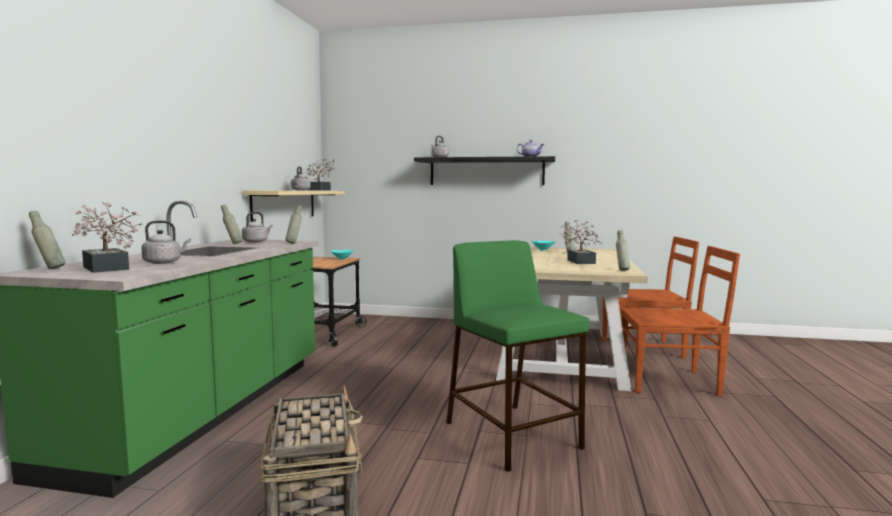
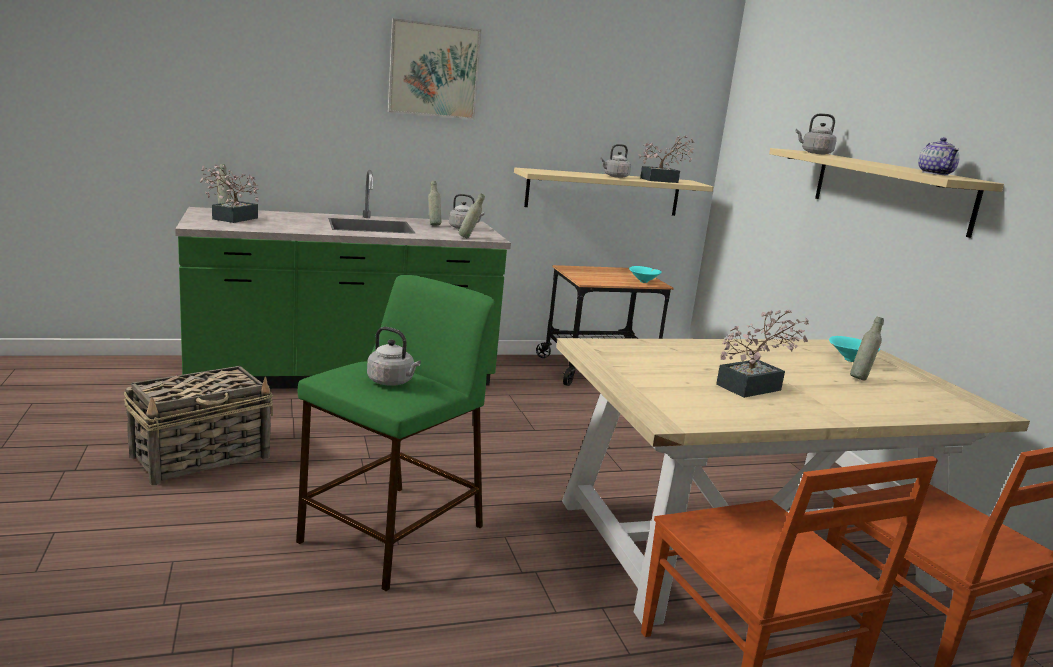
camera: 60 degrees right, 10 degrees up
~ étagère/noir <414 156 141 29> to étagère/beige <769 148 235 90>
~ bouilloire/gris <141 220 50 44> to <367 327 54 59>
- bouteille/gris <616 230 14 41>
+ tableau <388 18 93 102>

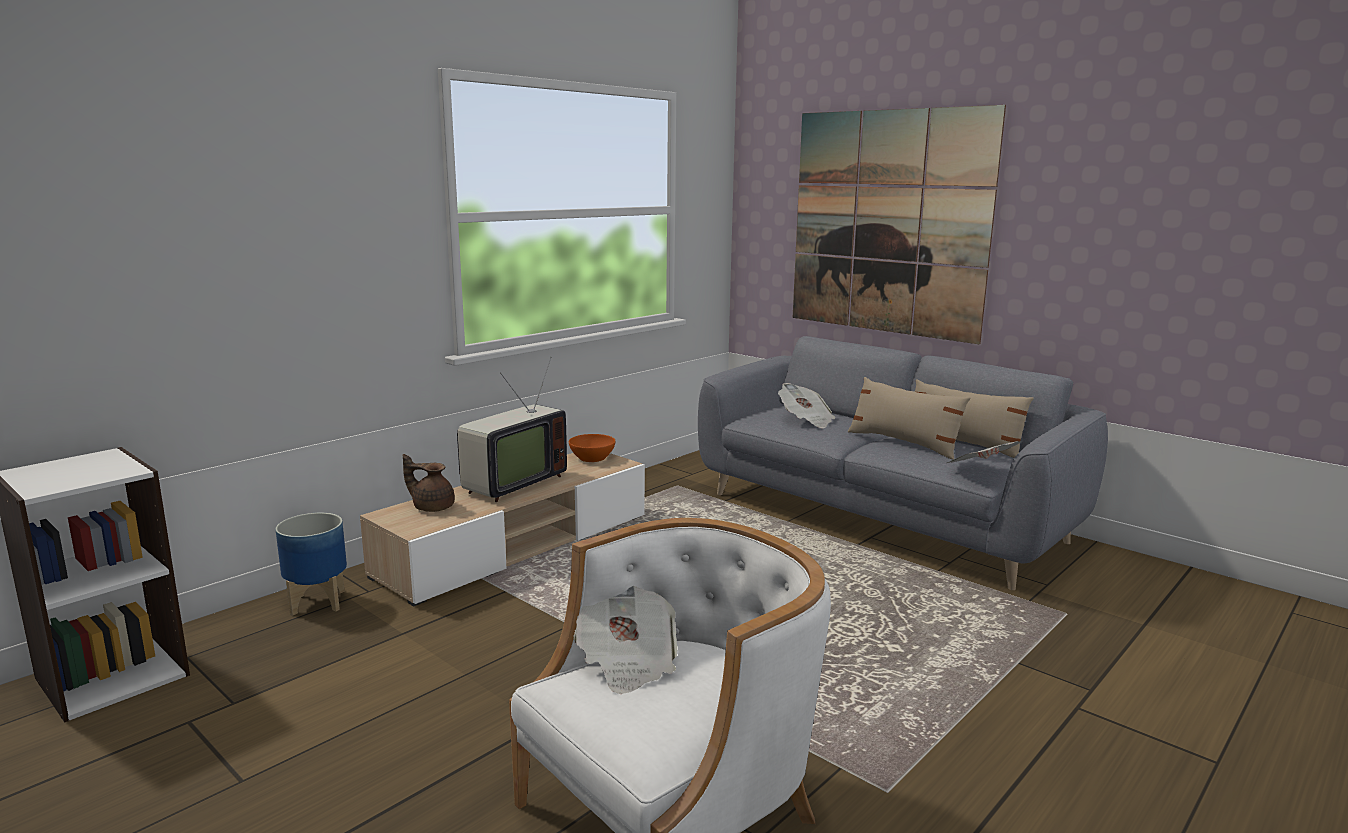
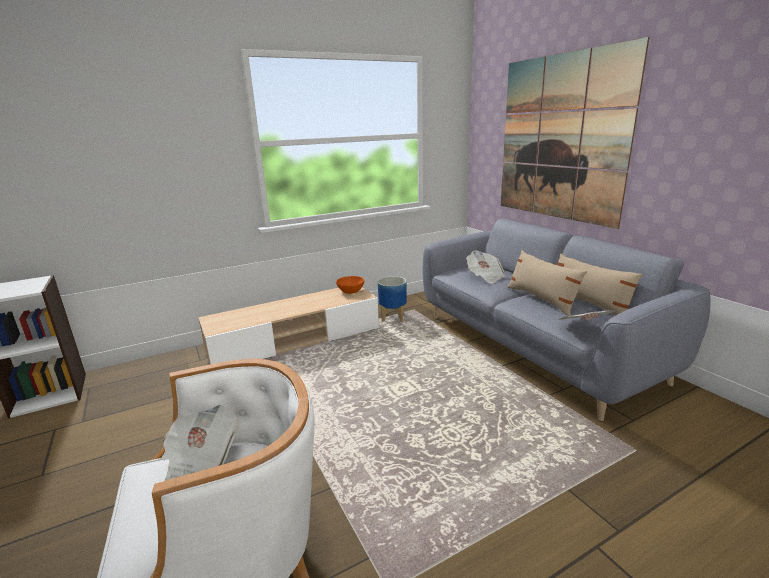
camera: 20 degrees right, 5 degrees up
- téléviseur <457 357 110 145>
- théière/marron <403 454 52 58>
~ cache-pot <275 513 72 103> to <378 276 29 46>

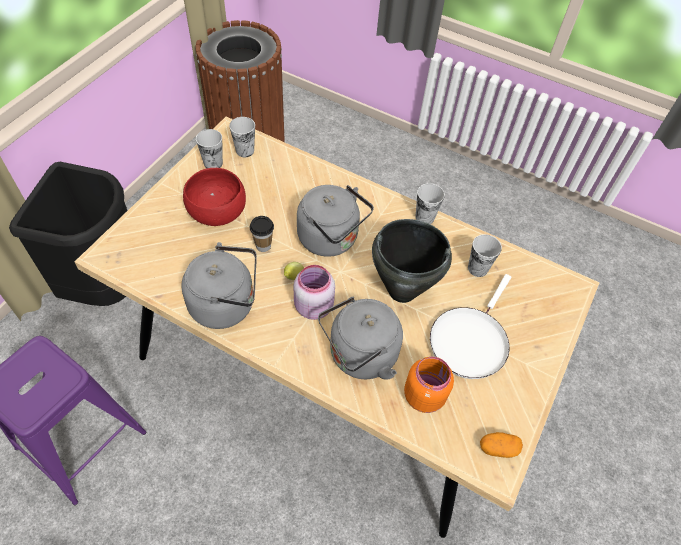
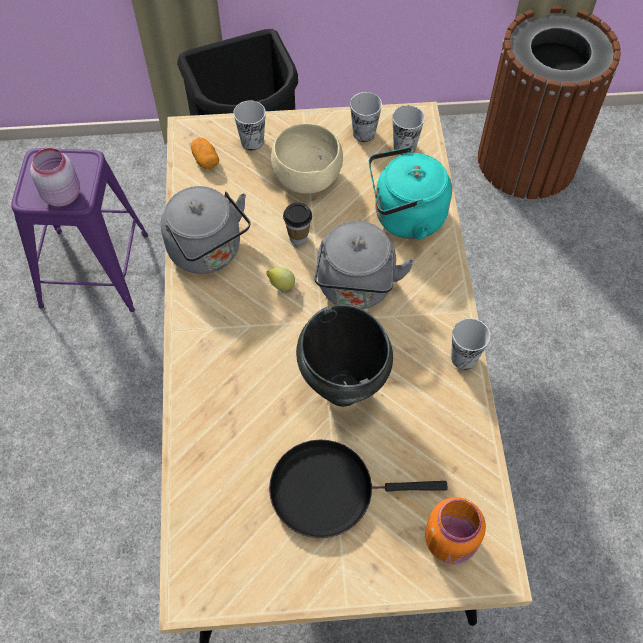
camera: 60 degrees right, 5 degrees up
~ bol/rouge <183 168 63 58> to bol/beige <271 123 72 71>
~ tasse <468 234 34 43> to <234 100 32 51>
~ bocal/rose <293 265 42 55> to <30 148 50 59>
~ poêle/blanc <430 274 81 105> to poêle/noir <269 439 179 99>
- bouilloire/gris <318 297 85 83>
~ bocal/orange <404 357 50 56> to <425 497 61 67>
~ pomme de terre <480 432 43 26> to <191 138 28 31>
+ bouilloire/turquoise <369 147 83 92>

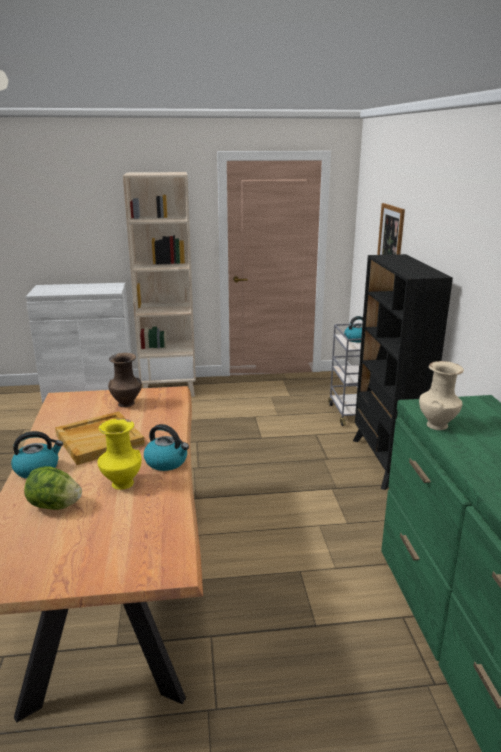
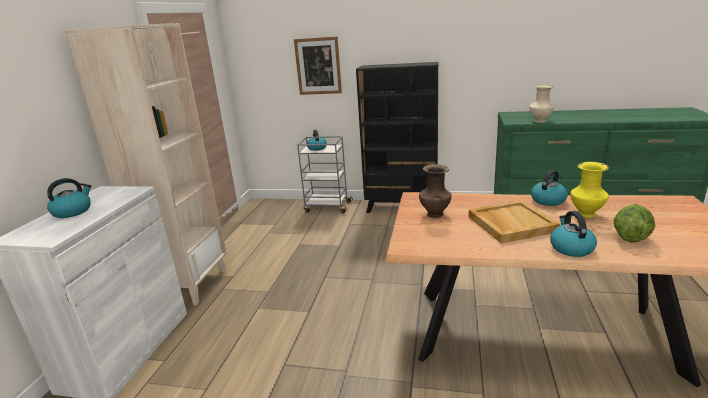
camera: 70 degrees left, 0 degrees up
+ bouilloire <47 178 44 40>

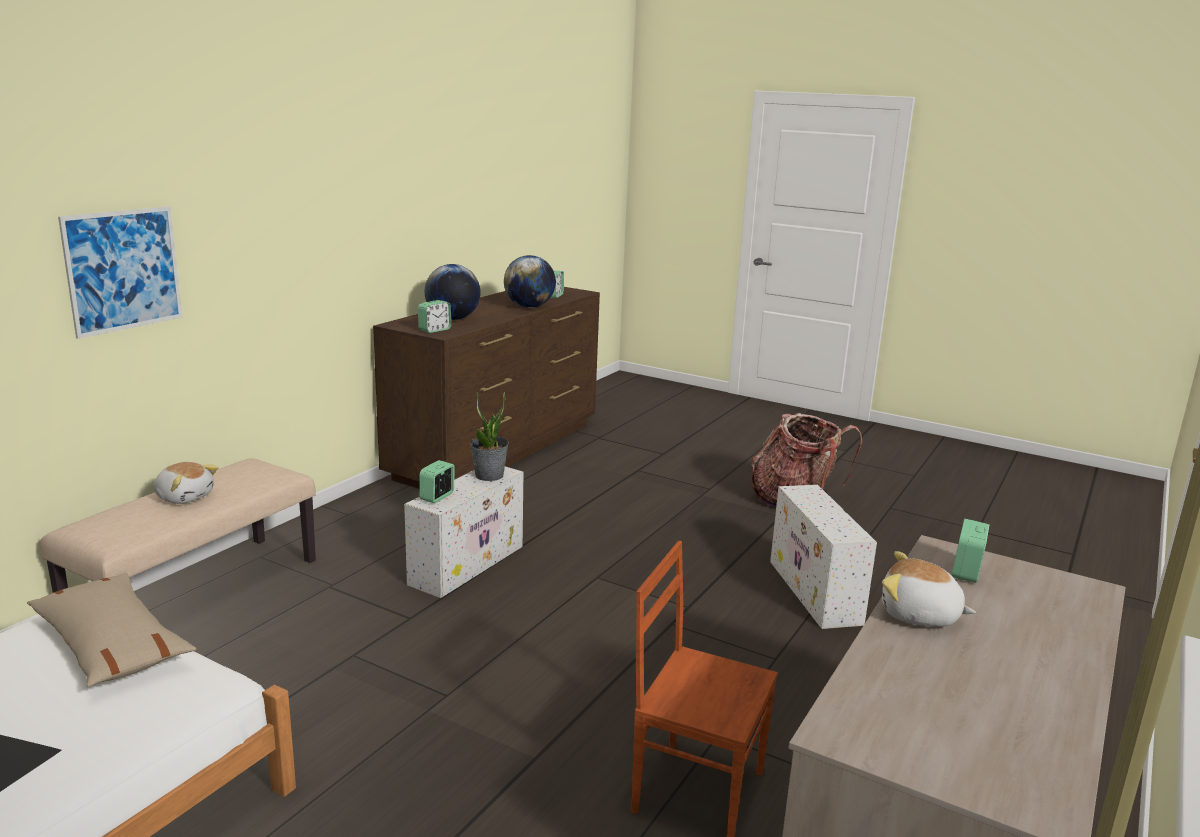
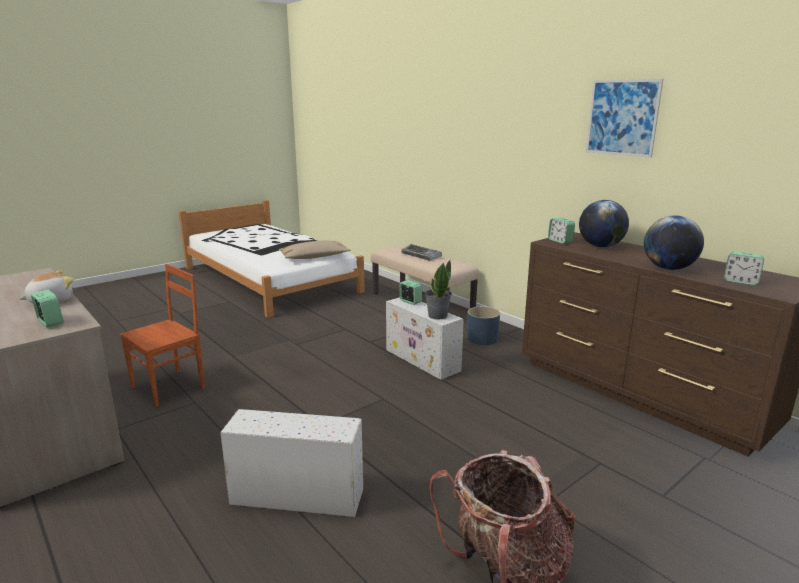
camera: 110 degrees right, 0 degrees up
~ tableau <58 206 124 133> to <586 79 77 79>
~ peluche <153 462 66 42> to clavier <401 244 41 17>
+ cache-pot/bleu <467 306 33 39>

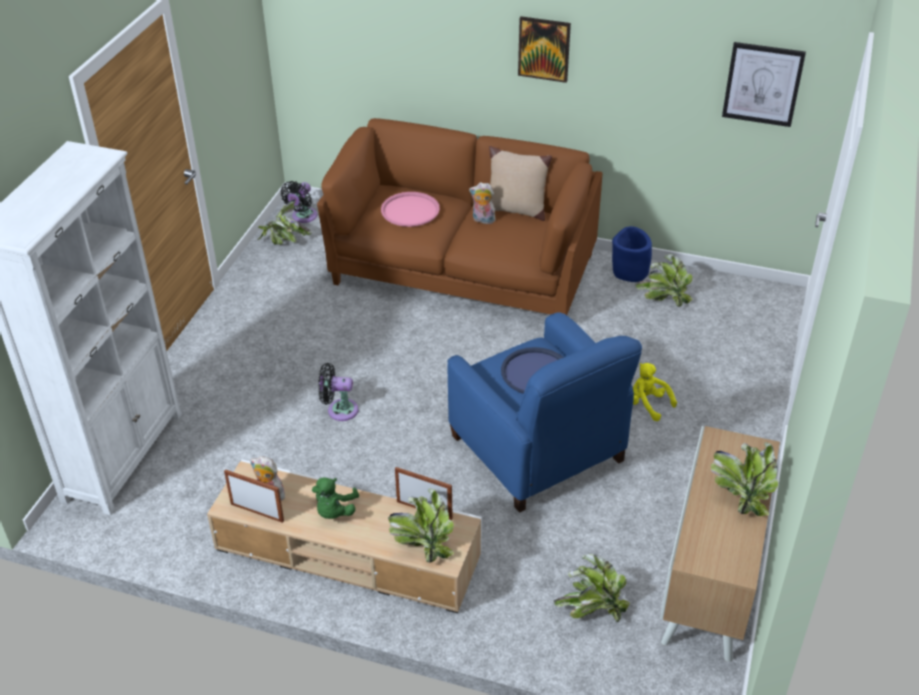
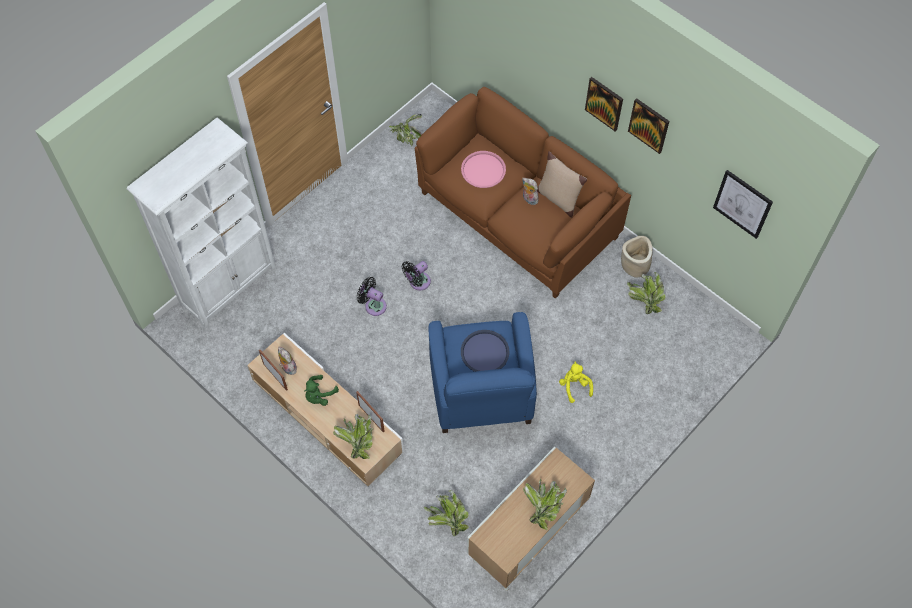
camera: 25 degrees right, 20 degrees up
~ ventilateur/noir <281 181 36 42> to <402 261 29 29>
~ cache-pot/bleu <612 226 40 56> to cache-pot/beige <621 236 31 42>
+ tableau <628 98 41 56>

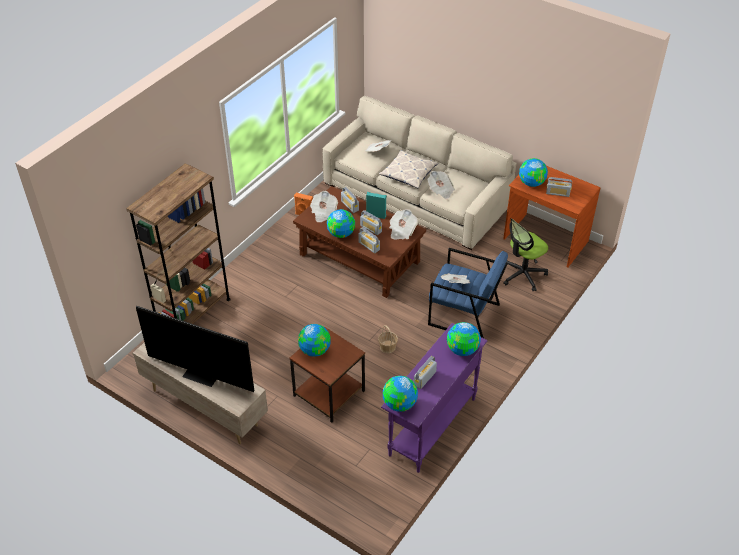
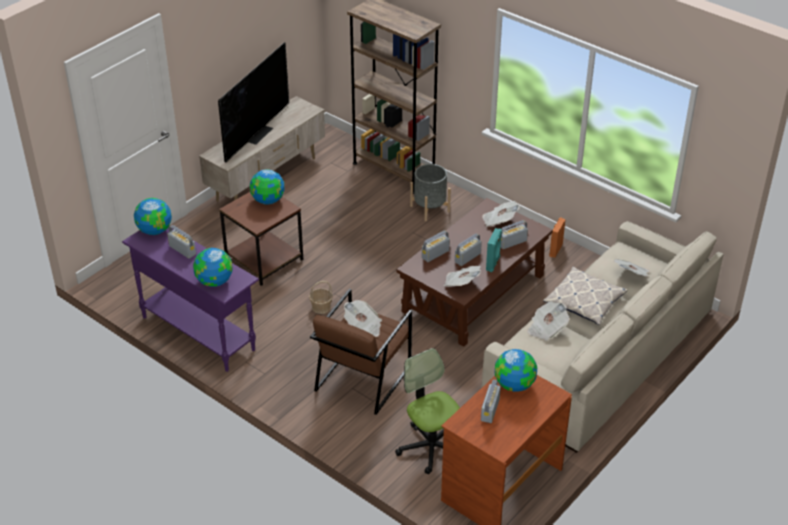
camera: 95 degrees right, 5 degrees down
- globe <327 209 28 29>
~ fauteuil/bleu <428 248 80 90> to fauteuil/marron <310 288 102 127>
+ cache-pot/gris <410 164 41 57>

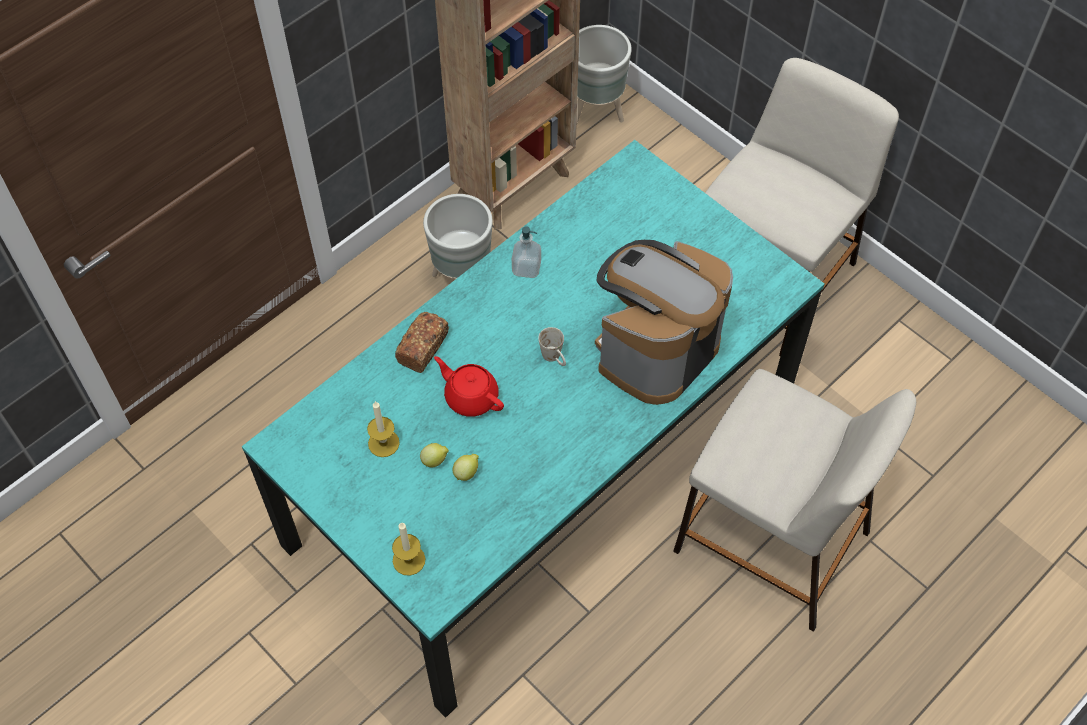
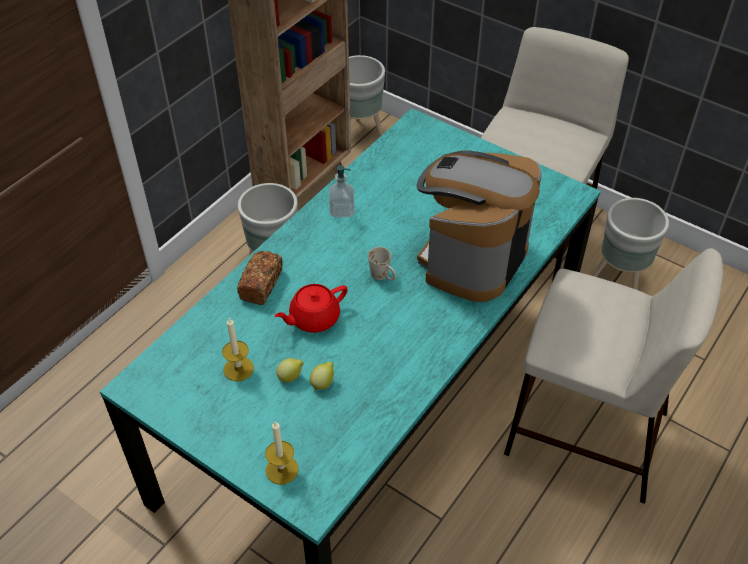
camera: 10 degrees left, 10 degrees down
~ théière/rouge <434 356 70 61> = <274 284 74 49> 60 degrees counterclockwise
+ cache-pot/gris <592 198 77 92>

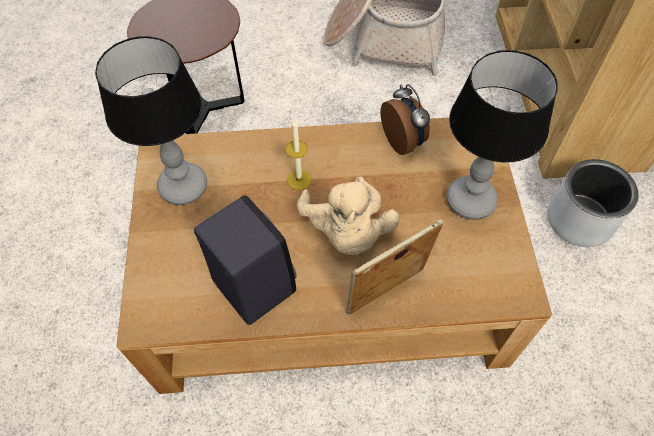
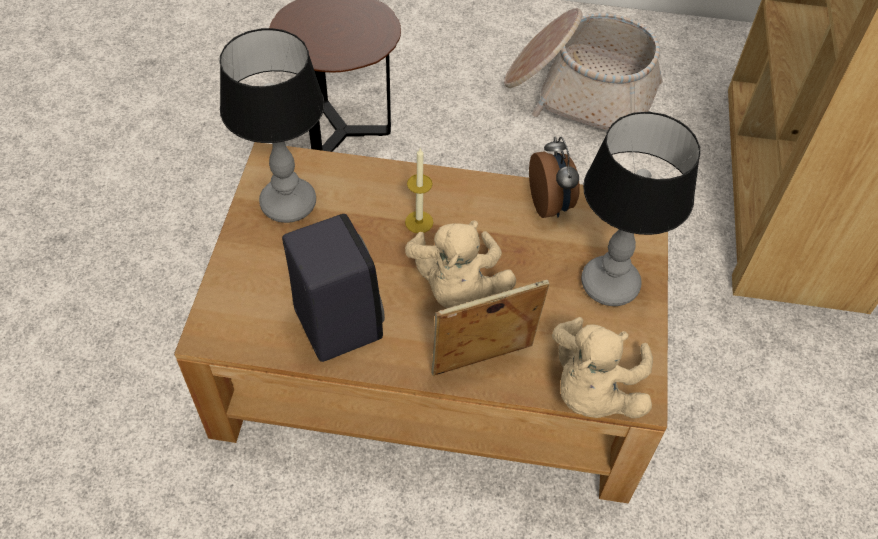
camera: 10 degrees right, 5 degrees down
- cache-pot/gris <548 159 90 88>
+ peluche/beige <552 317 101 101>

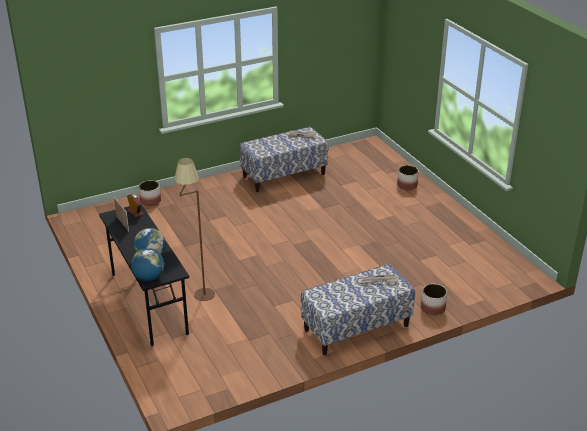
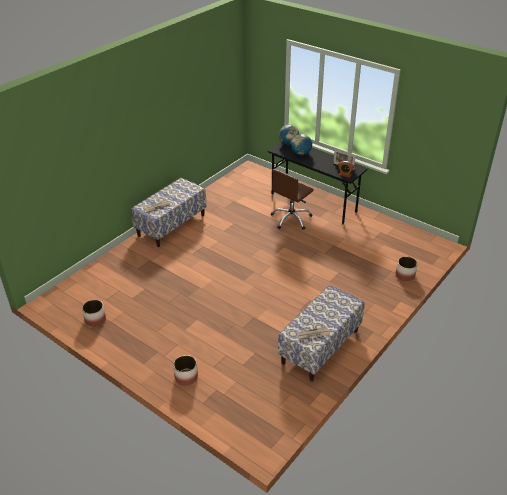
camera: 155 degrees right, 5 degrees up
~ lampadaire/marron <174 158 41 143> to chaise de bureau/marron <271 169 43 61>
~ cache-pot <421 284 26 31> to <82 300 24 27>

